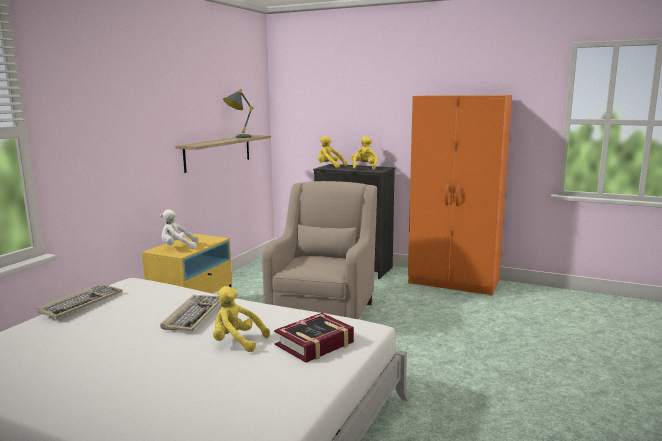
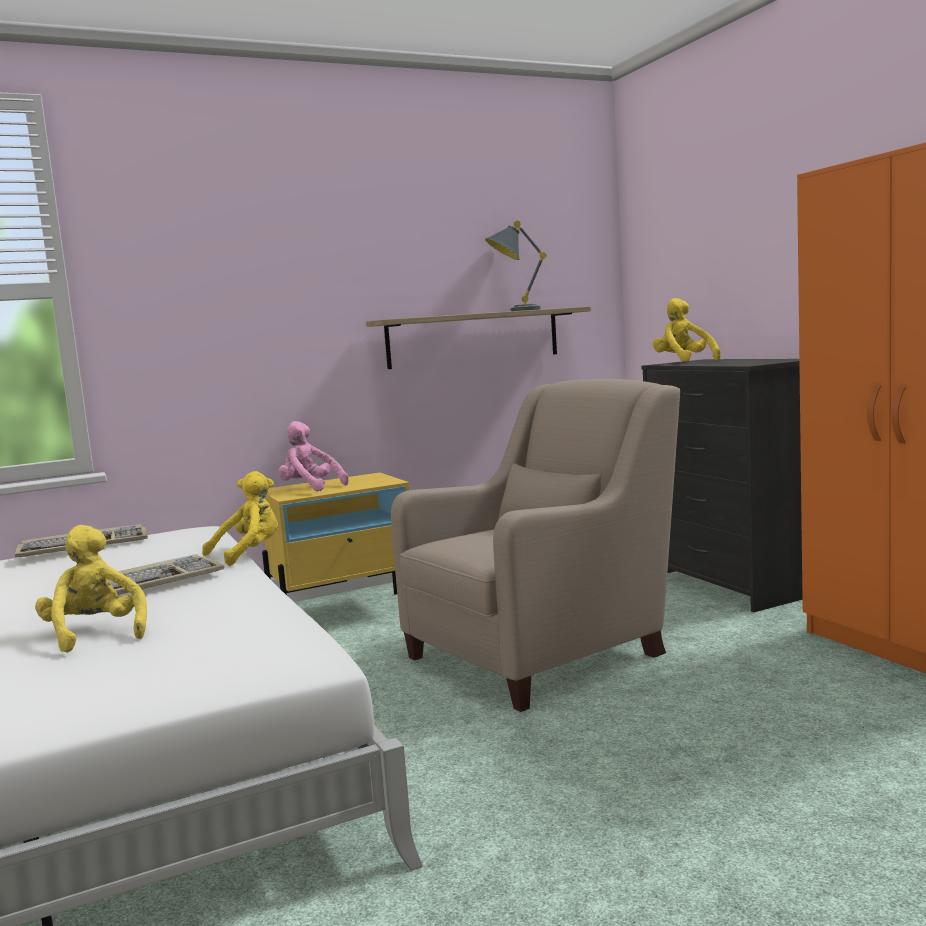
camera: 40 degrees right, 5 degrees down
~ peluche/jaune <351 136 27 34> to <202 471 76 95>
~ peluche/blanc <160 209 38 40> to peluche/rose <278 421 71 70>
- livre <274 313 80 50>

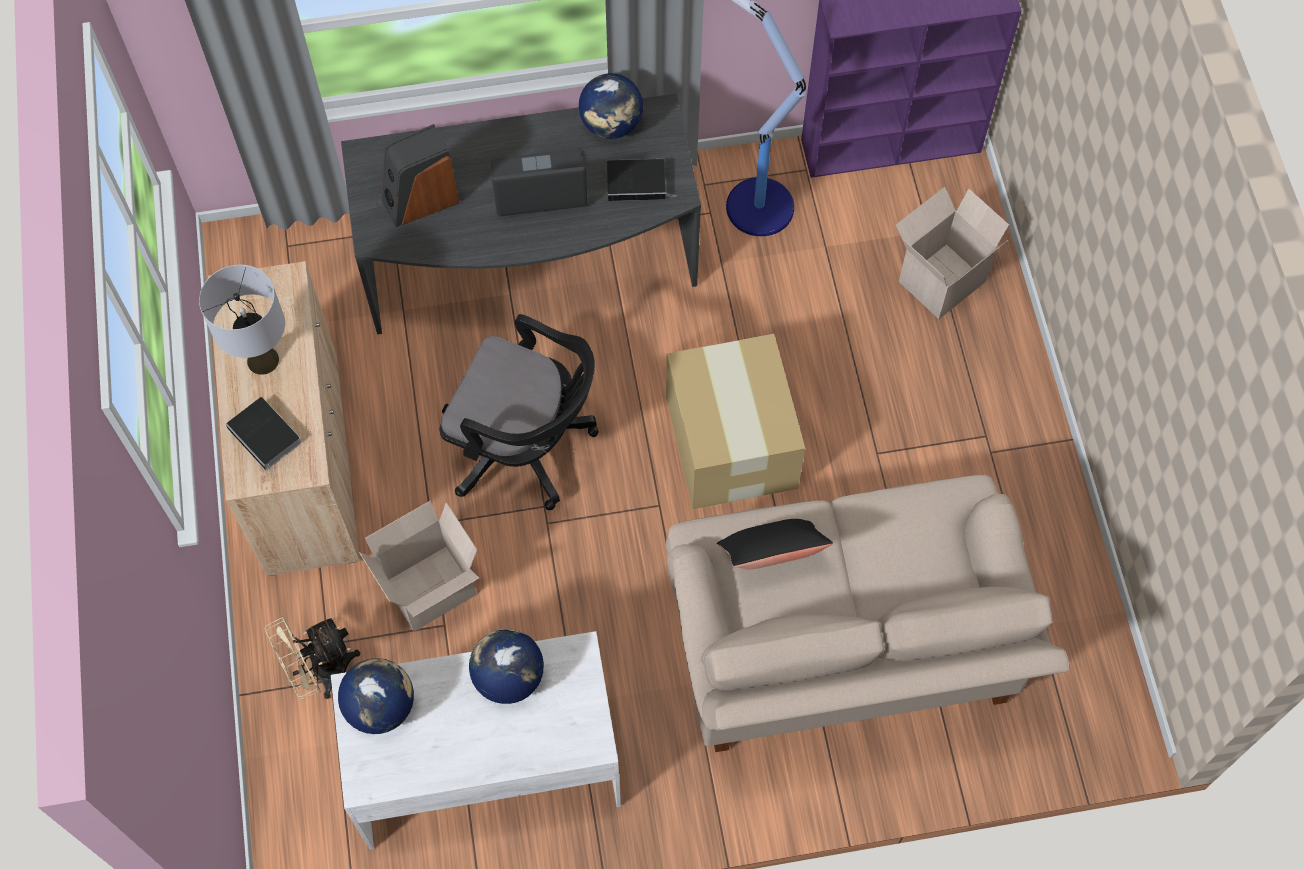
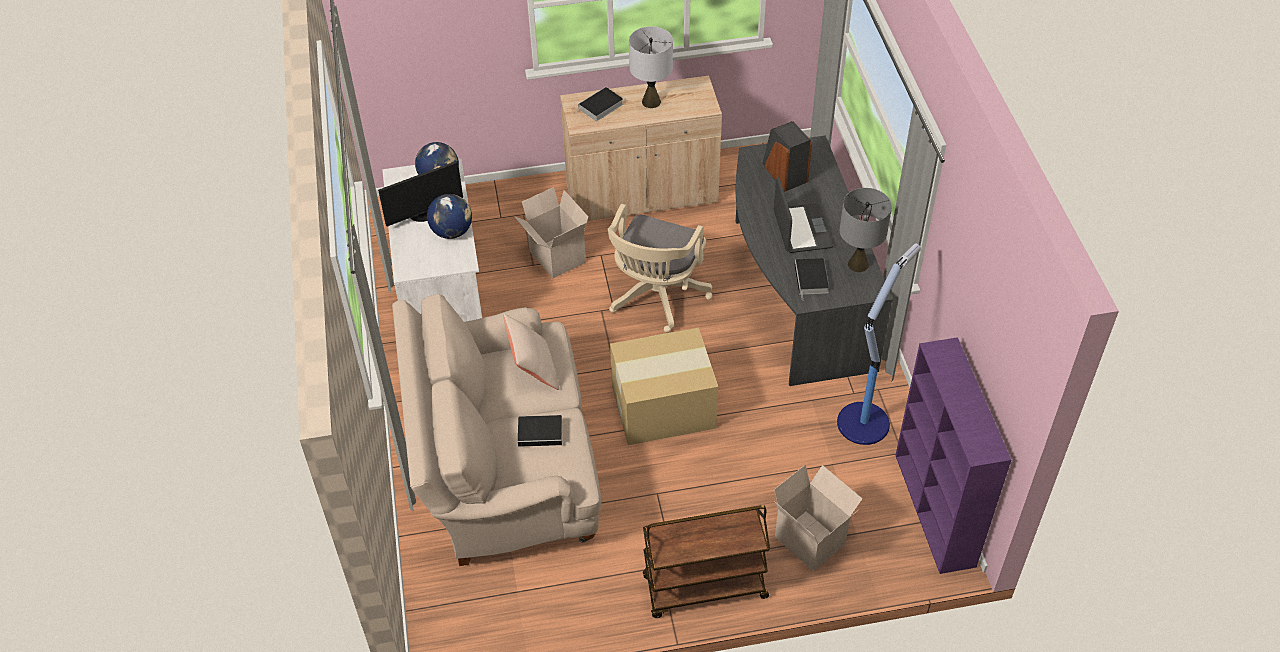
camera: 90 degrees right, 15 degrees down
~ globe <579 73 64 66> to lampe de table/gris <840 188 52 84>
~ chaise de bureau/noir <440 314 158 196> to chaise de bureau/beige <608 204 104 129>
~ coussin/noir <717 519 116 50> to coussin/beige <503 314 56 76>
- ventilateur/beige <264 616 96 83>
+ écran d'ordinateur <378 161 85 65>
+ livre <518 415 48 32>
+ chariot/marron <643 505 127 113>

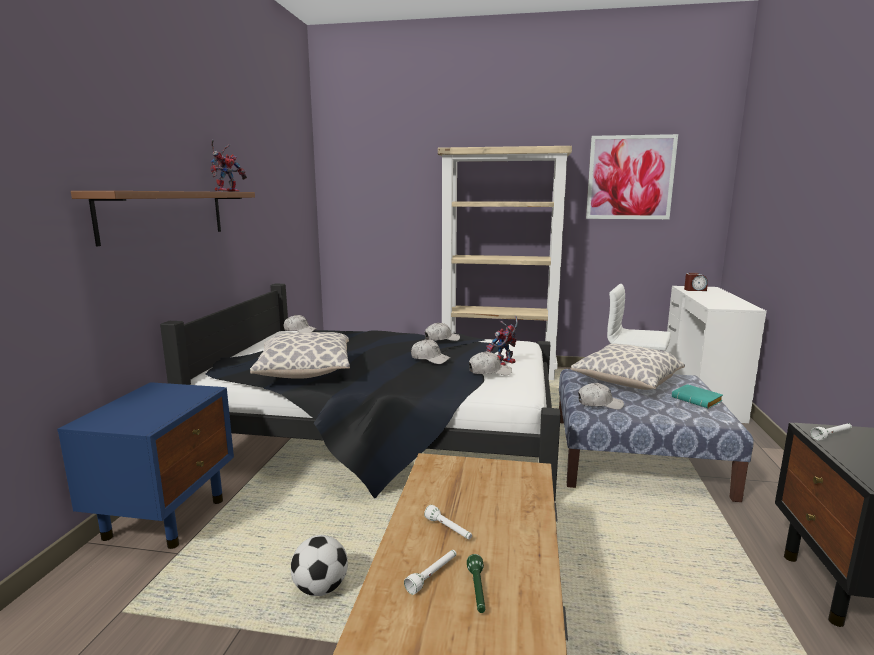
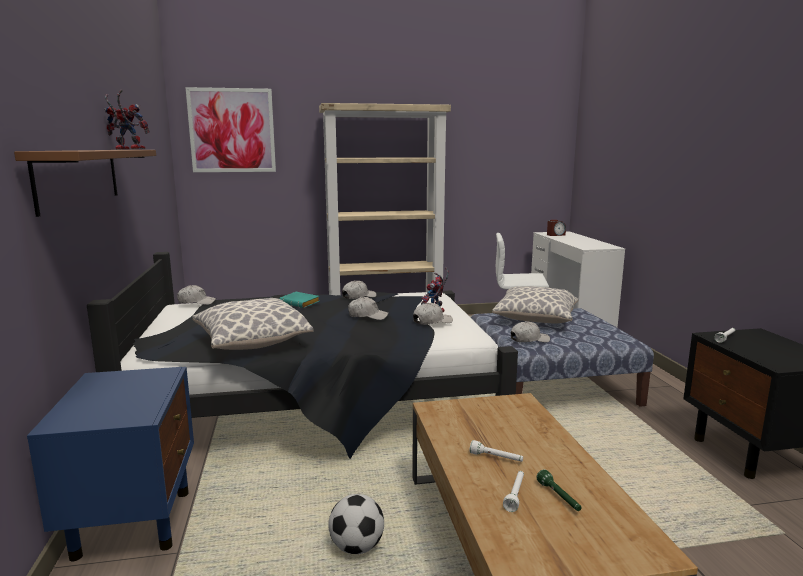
camera: 20 degrees left, 0 degrees up
~ tableau <586 134 92 85> to <185 87 91 85>
~ robot jouet <211 140 36 52> = <104 89 46 60> 90 degrees counterclockwise
~ livre/turquoise <672 384 51 25> to <279 292 41 16>

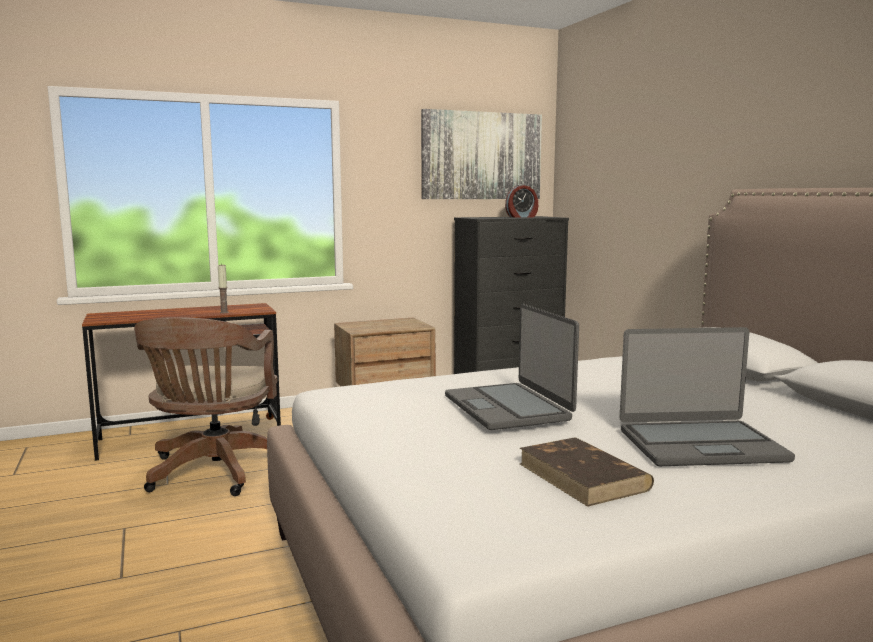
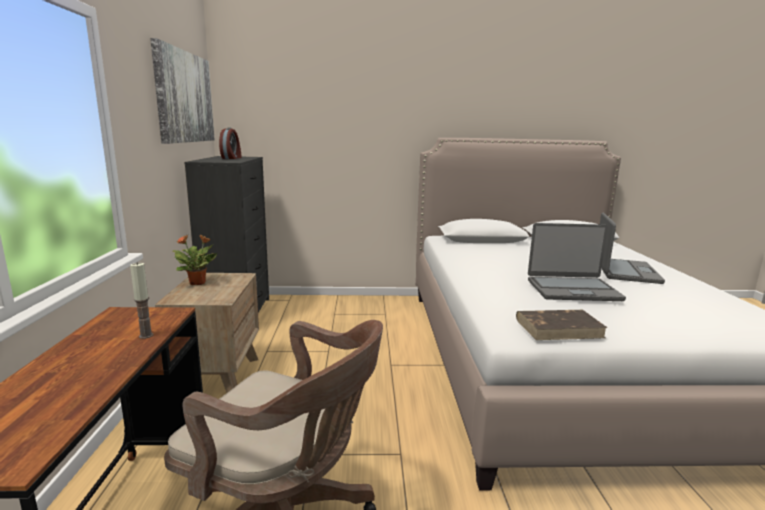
camera: 70 degrees left, 5 degrees up
~ livre/marron <520 438 134 69> to <516 310 92 30>
+ plante en pot <173 235 45 50>

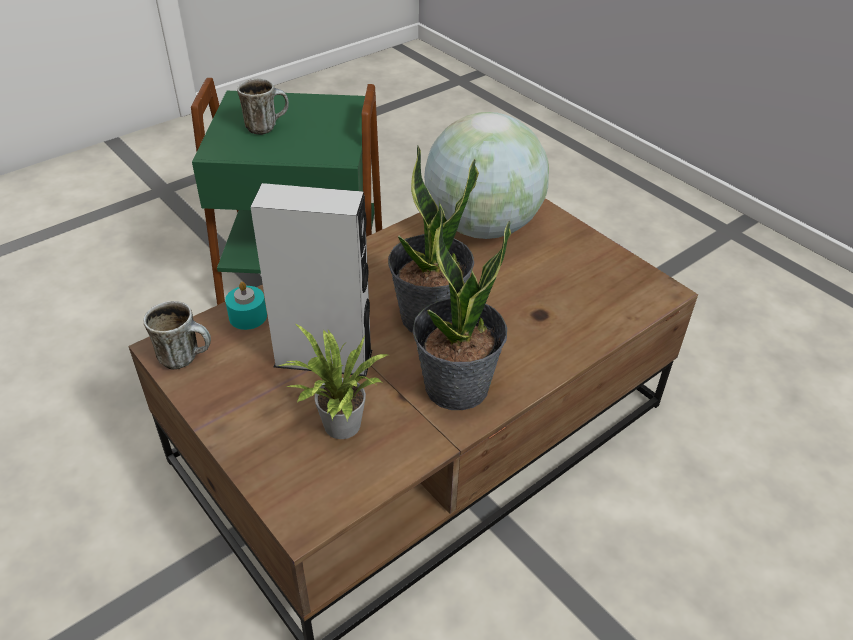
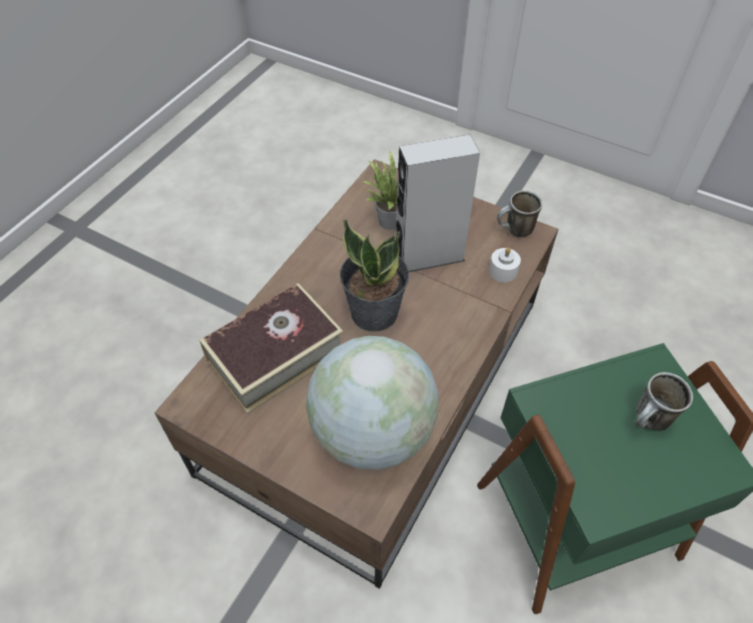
camera: 160 degrees right, 10 degrees up
- plante en pot <413 209 98 201>
~ bougie/turquoise <225 282 42 48> to bougie/blanc <489 248 32 34>
+ livre <199 283 144 131>

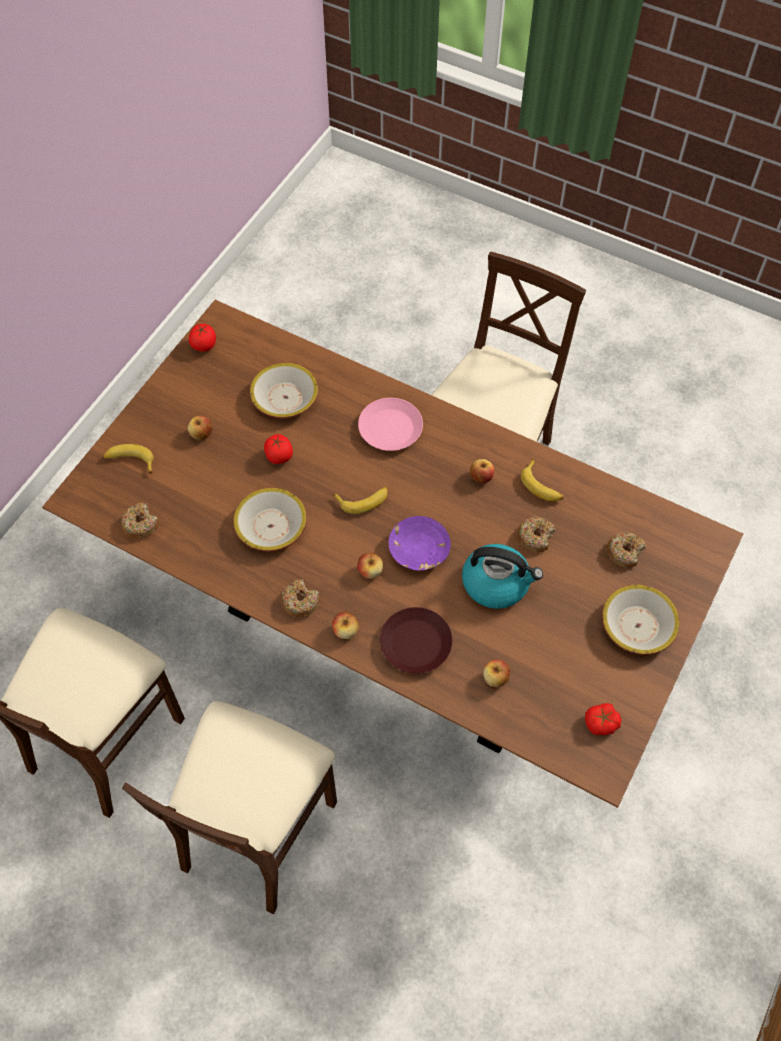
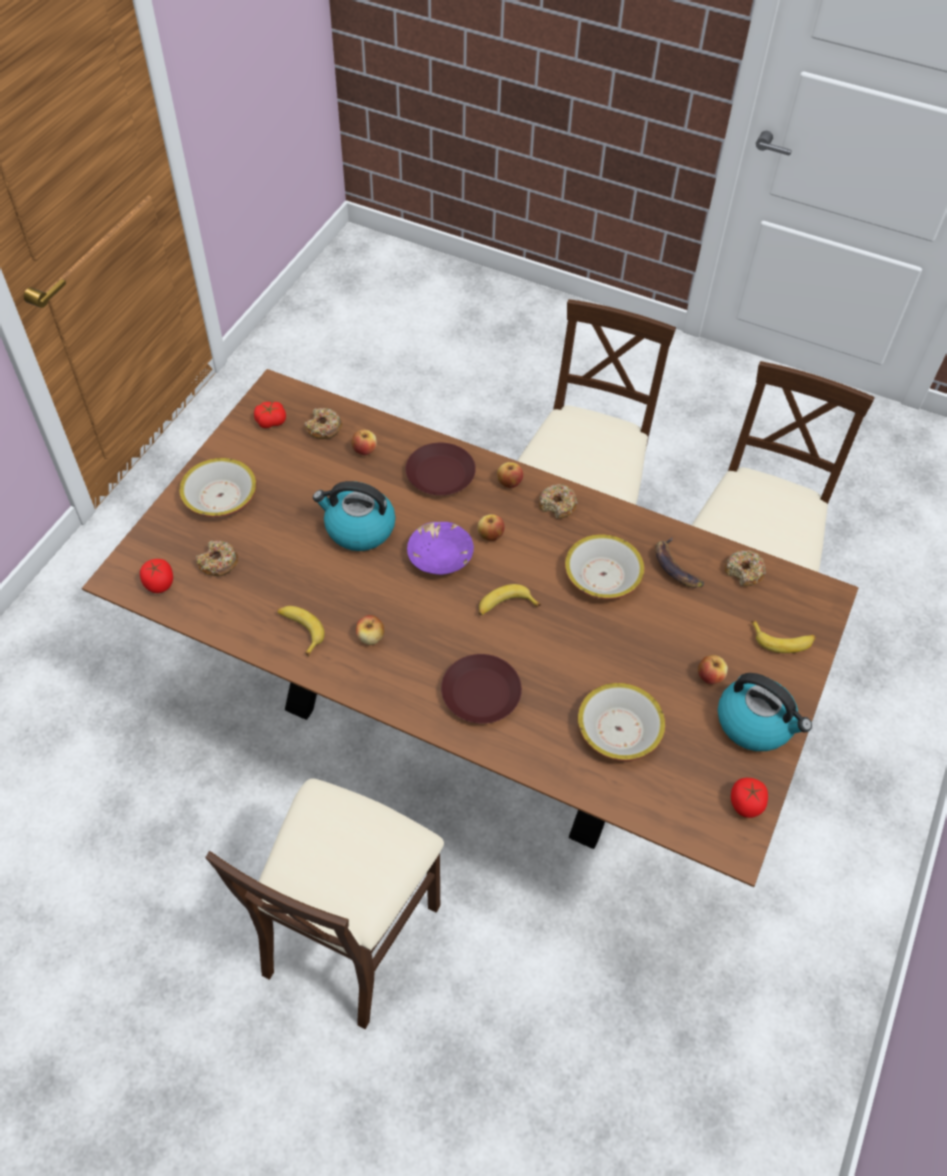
camera: 175 degrees right, 5 degrees down
~ assiette/rose <358 398 65 53> to assiette/marron <441 654 81 70>
~ tomate <264 434 29 30> to <140 559 33 34>
~ beignet <517 516 38 36> to <304 408 38 31>
+ banane <655 538 49 50>
+ bouilloire <718 673 94 78>

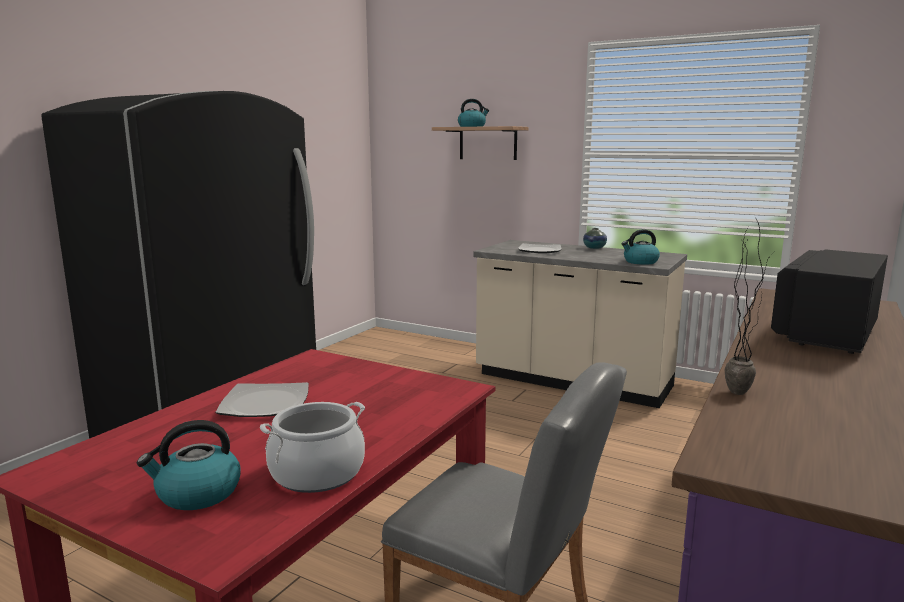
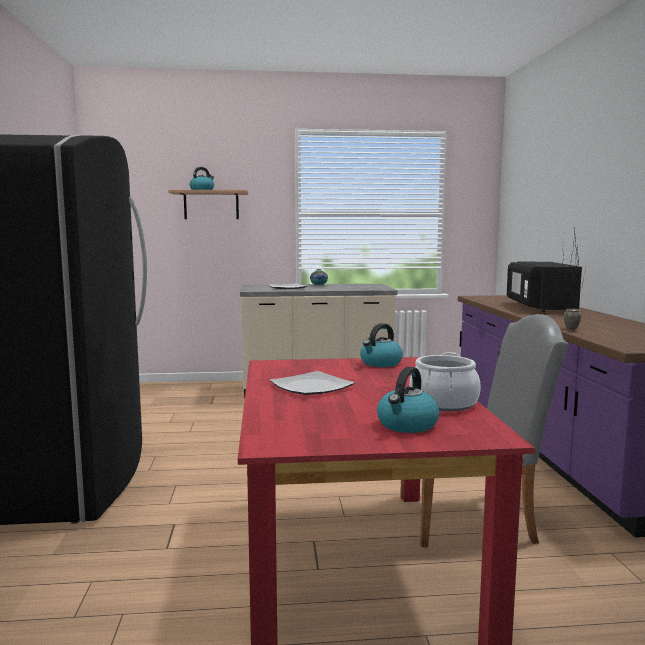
camera: 35 degrees left, 5 degrees down
~ bouilloire <621 229 39 36> to <360 323 43 44>

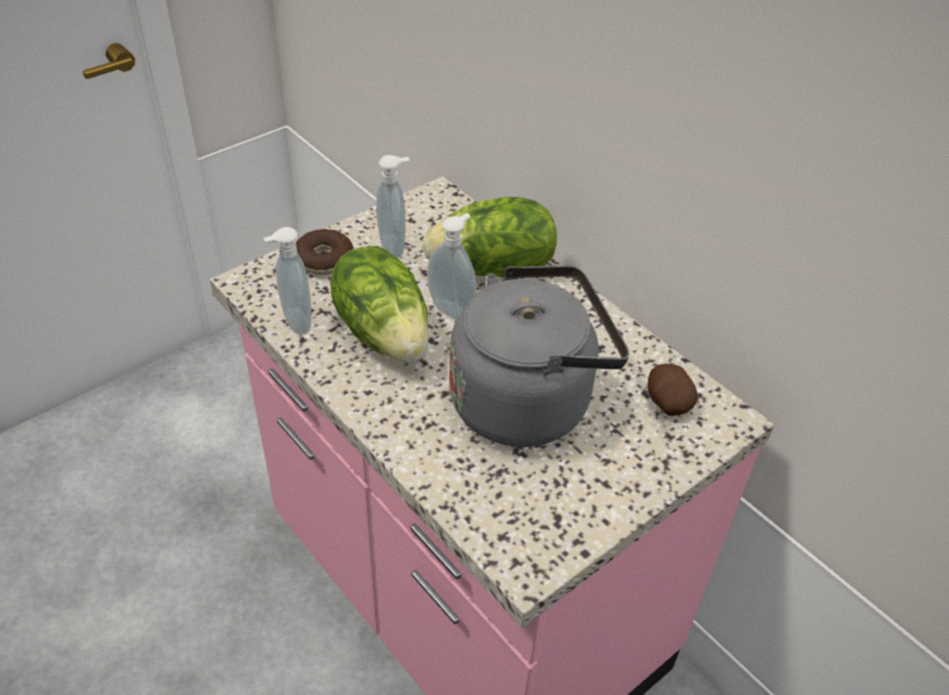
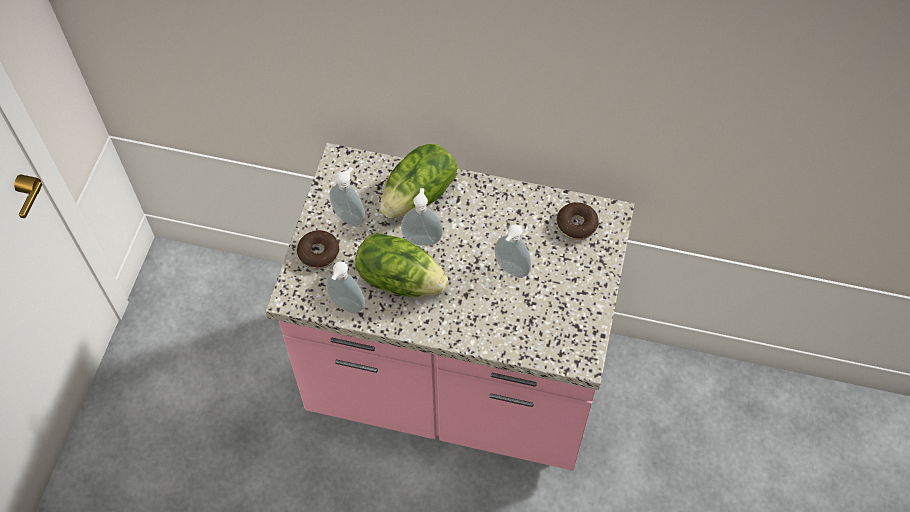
camera: 35 degrees left, 15 degrees up
~ bouilloire/gris <449 266 180 181> to distributeur de savon <494 224 37 54>
~ pomme de terre <648 364 49 52> to beignet <557 202 42 38>

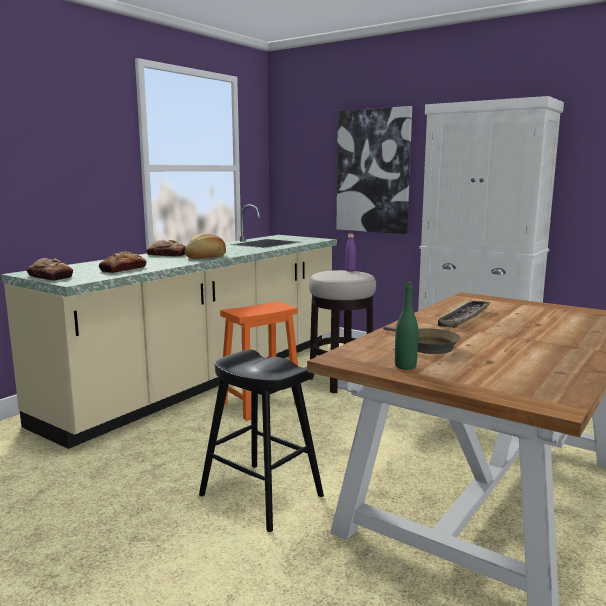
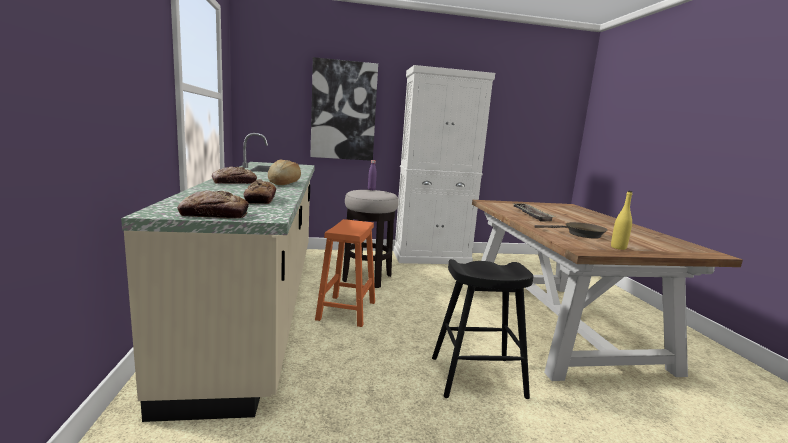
camera: 45 degrees left, 0 degrees up
~ bouteille/vert <395 282 23 88> to bouteille/jaune <611 191 21 59>

